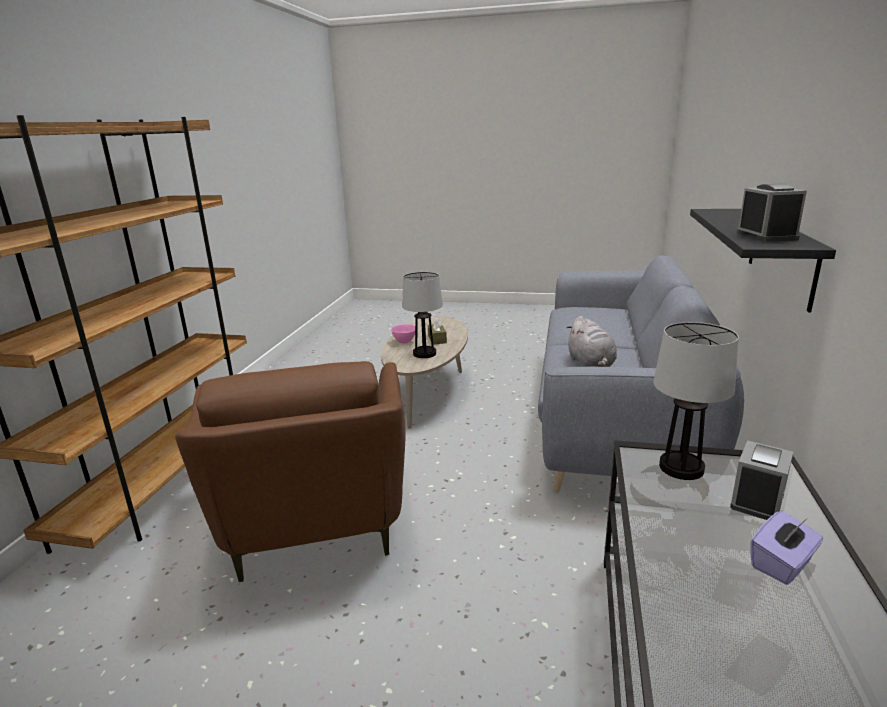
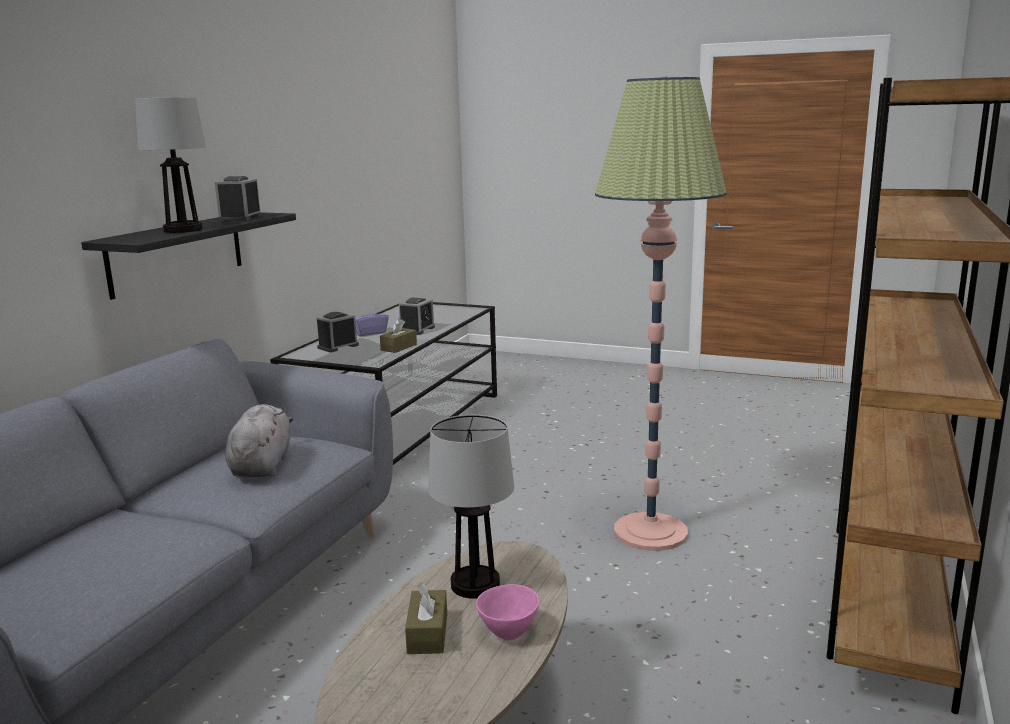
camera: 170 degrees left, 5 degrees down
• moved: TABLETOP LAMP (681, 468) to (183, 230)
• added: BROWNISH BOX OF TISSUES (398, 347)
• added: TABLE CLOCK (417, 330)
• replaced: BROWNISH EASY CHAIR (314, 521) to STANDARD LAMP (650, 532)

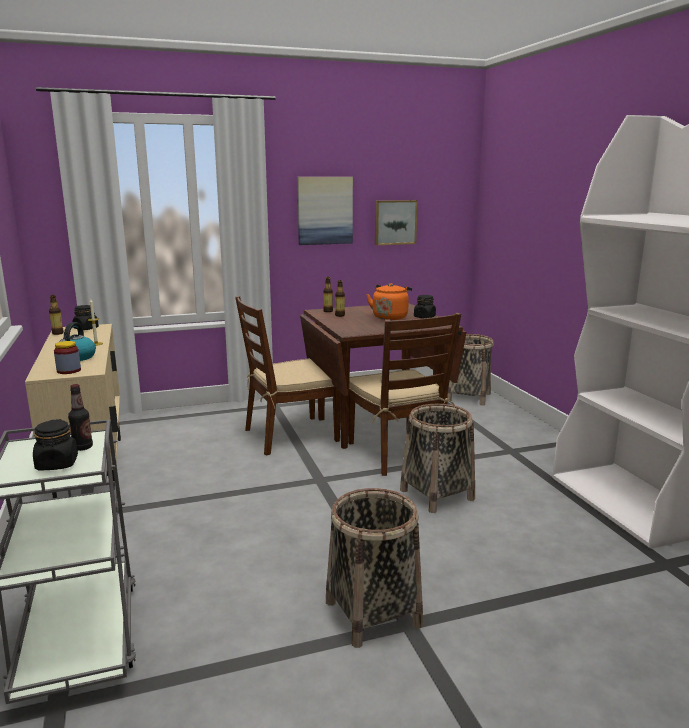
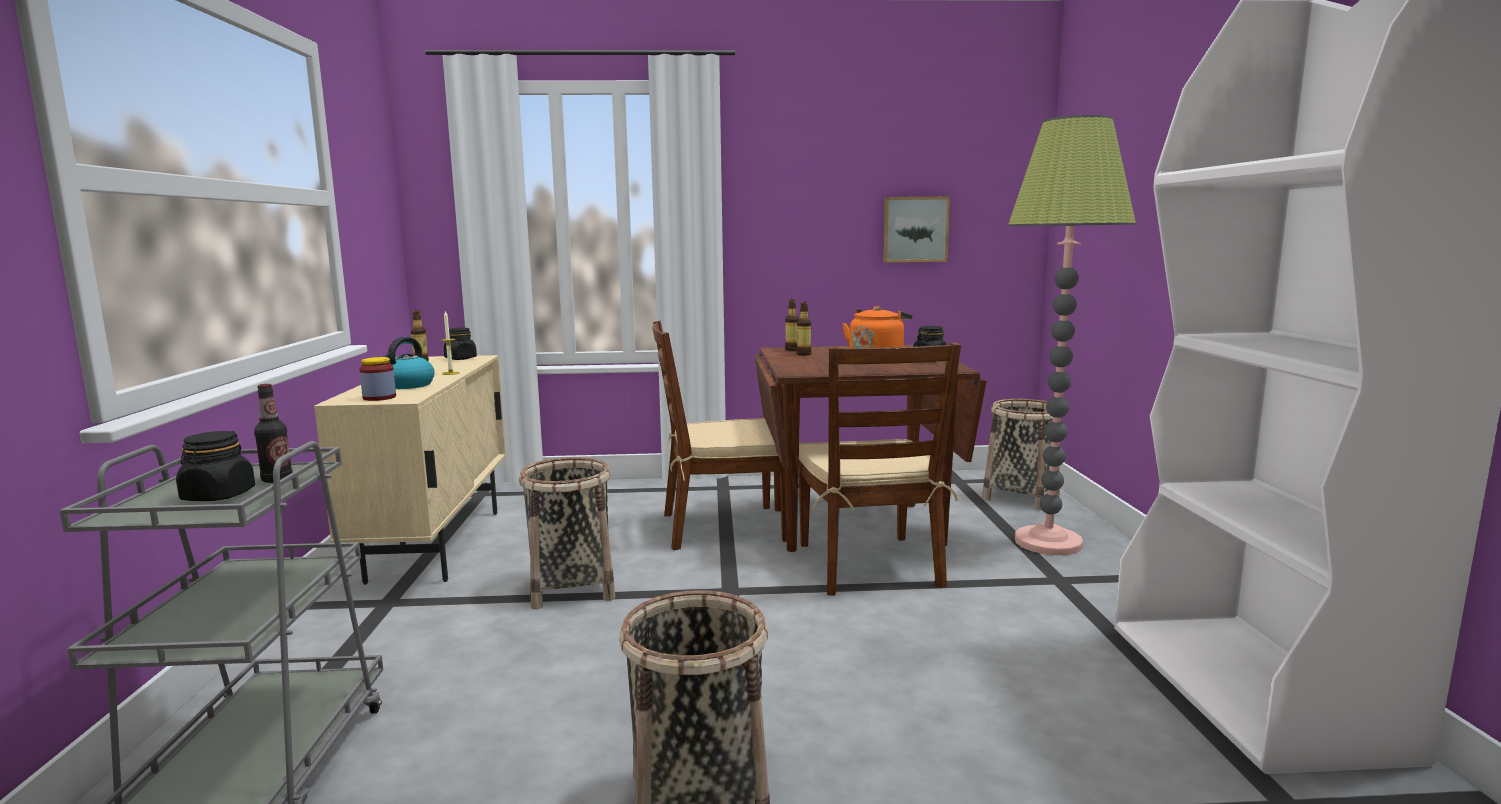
camera: 15 degrees right, 5 degrees down
• moved: HOUSEHOLD BASKET (436, 494) to (572, 588)
• added: STANDARD LAMP (1048, 542)
• removed: WALL PICTURE (325, 210)

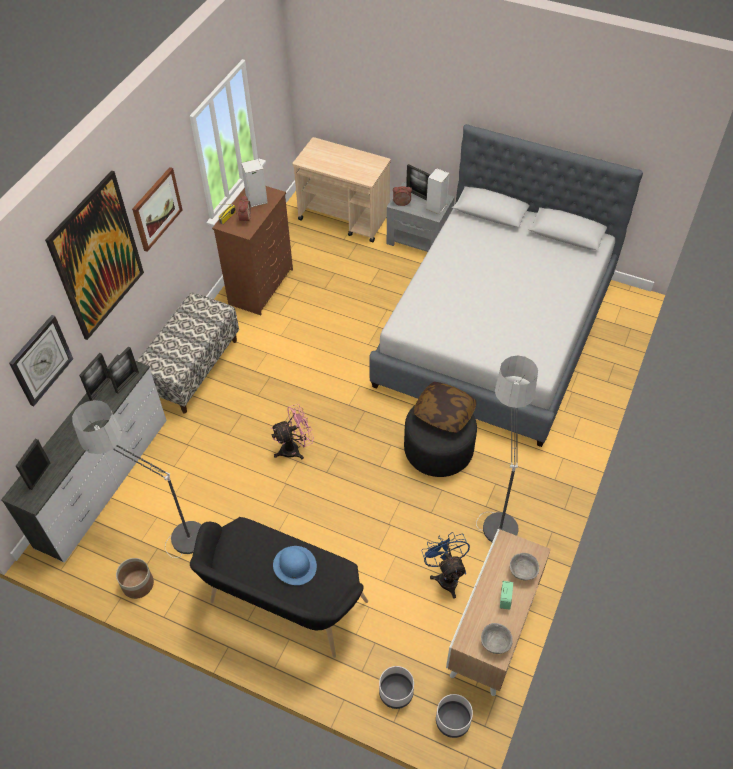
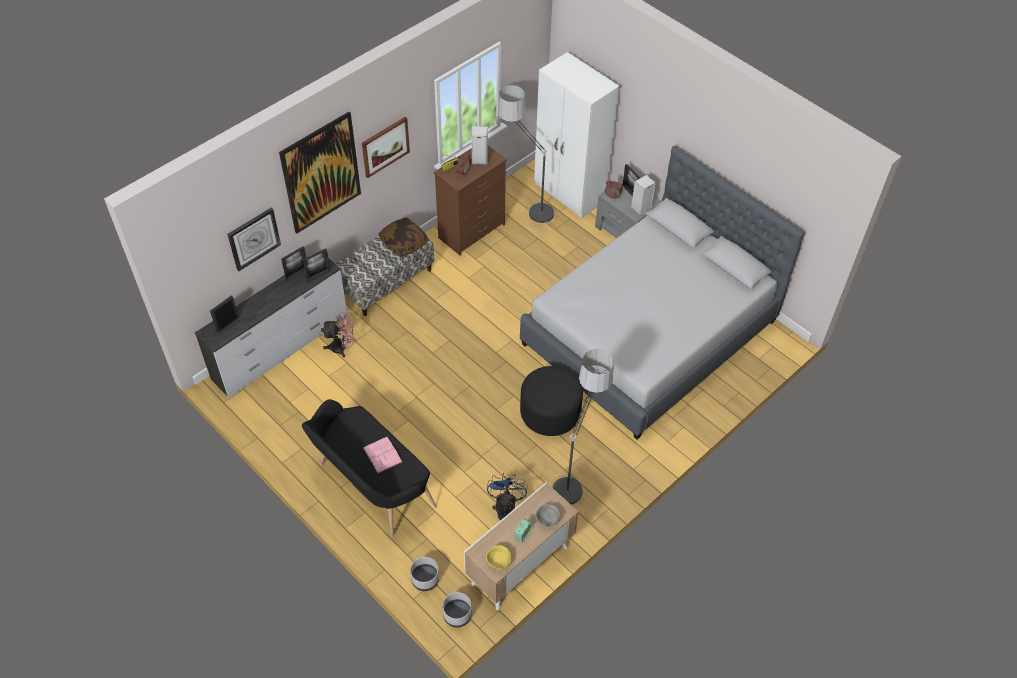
camera: 20 degrees right, 0 degrees up
• moved: PINK COOLING FAN (295, 448) to (342, 347)
• replaced: BLUISH HAT (294, 565) to PINK VOLUME (382, 454)
• moved: CUSHION (444, 413) to (404, 243)
• recoloured: GRAY SERVING BOWL (495, 643) to YELLOWISH SERVING BOWL (498, 561)
• moved: STANDARD LAMP (163, 531) to (525, 205)
• replaced: SAND-COLOURED TROLLEY (344, 218) to WHITE-COLOURED CLOTHES CUPBOARD (570, 193)
• removed: PLANT POT (138, 584)

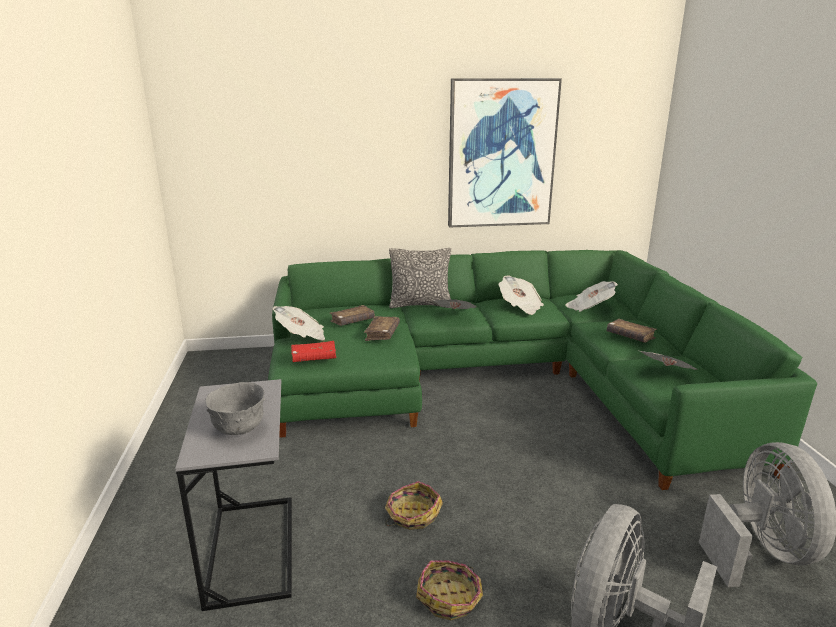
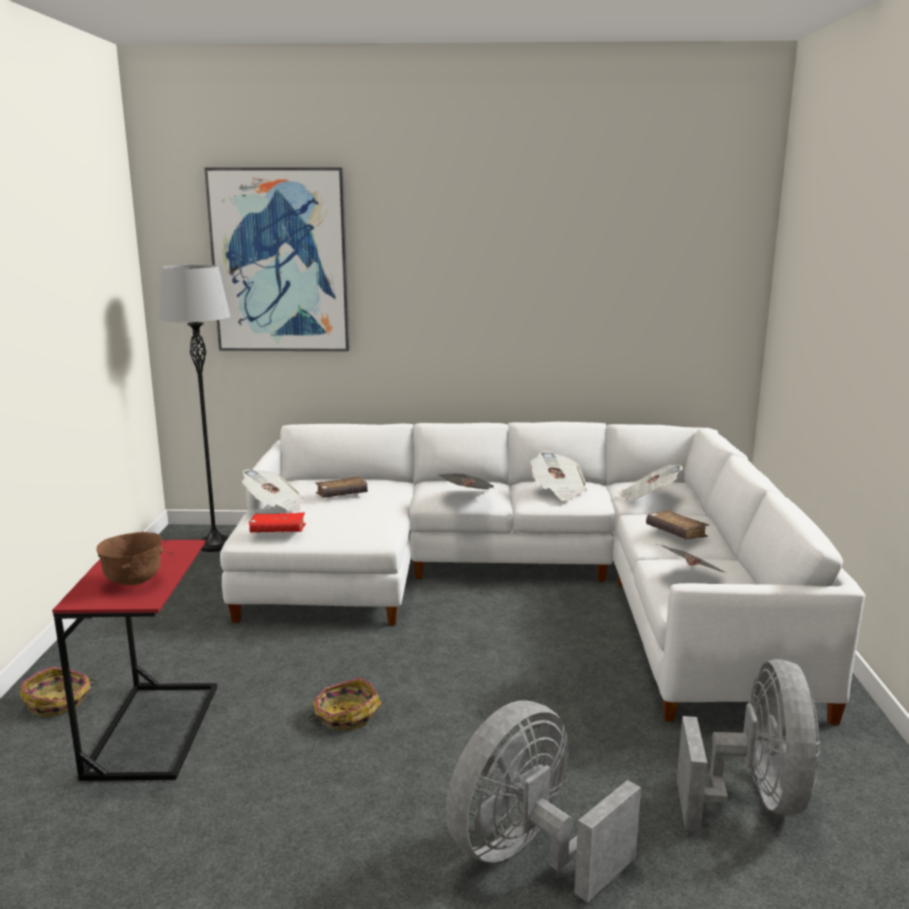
camera: 10 degrees right, 5 degrees down
• moved: HOUSEHOLD BASKET (450, 598) to (59, 702)
• recoloured: GRAY ACCENT TABLE (251, 549) to RED ACCENT TABLE (153, 729)
• recoloured: GRAY SERVING BOWL (239, 430) to BROWNISH SERVING BOWL (133, 582)
• added: GRAY STANDARD LAMP (215, 545)
• moved: WALL PICTURE (501, 154) to (281, 261)
• recoloured: GREENISH COUCH (501, 380) to WHITE-COLOURED COUCH (526, 583)
• removed: BROWNISH VOLUME (382, 334)
• removed: CUSHION (420, 304)

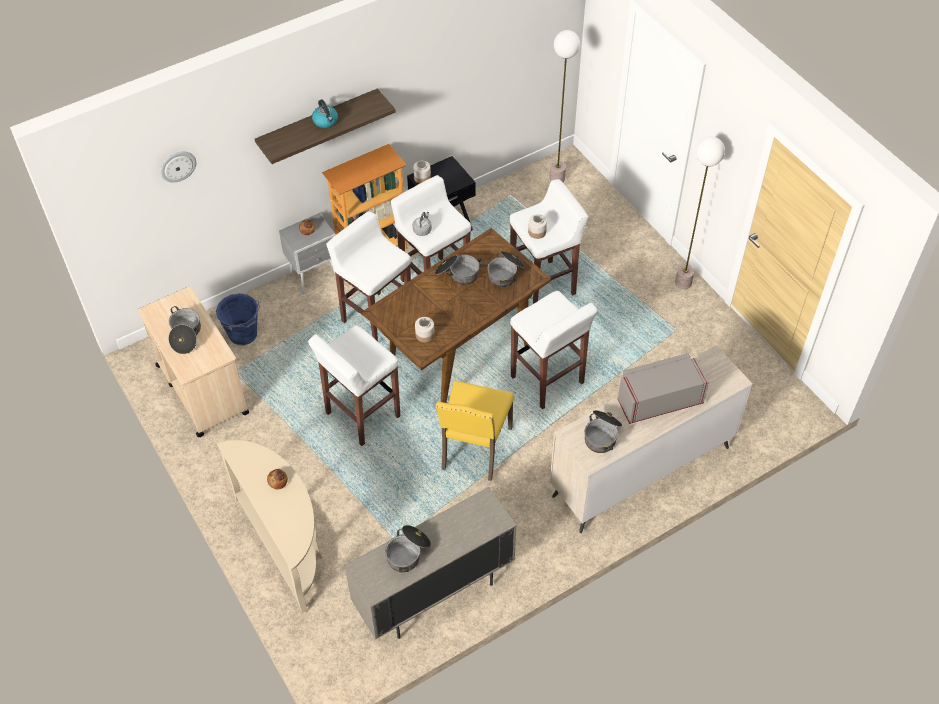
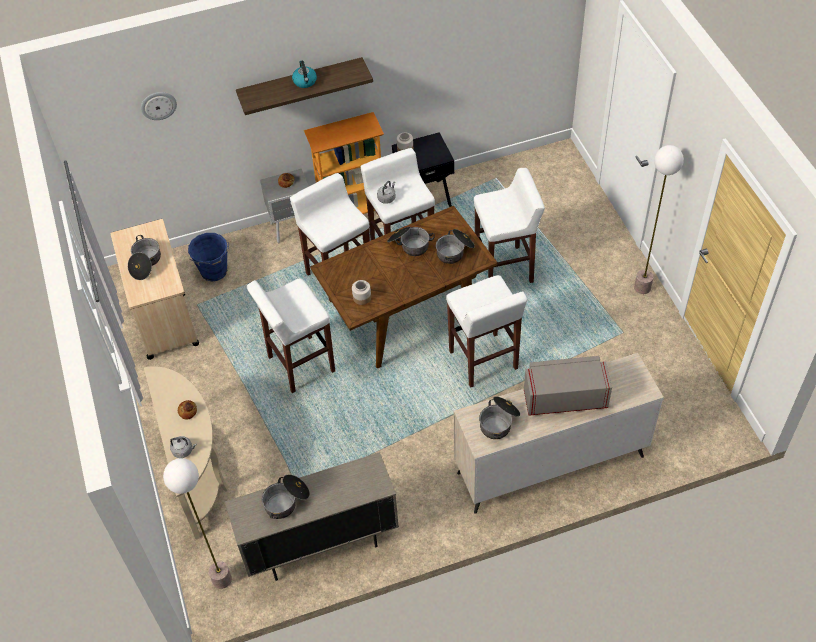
camera: 15 degrees right, 0 degrees up
• moved: STANDARD LAMP (557, 178) to (222, 579)
• added: GRAY TEA KETTLE (184, 450)
• removed: YELLOWISH PLAIN CHAIR (474, 449)
• removed: STORAGE JAR (537, 232)

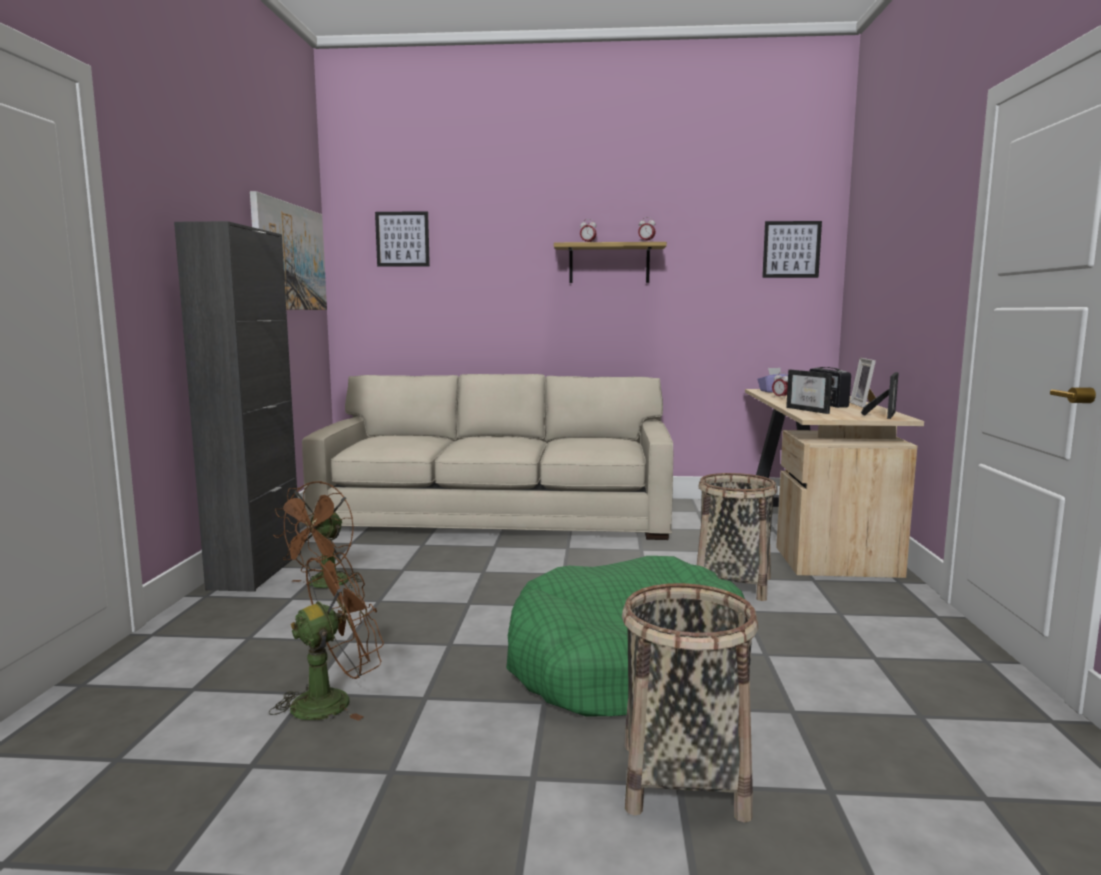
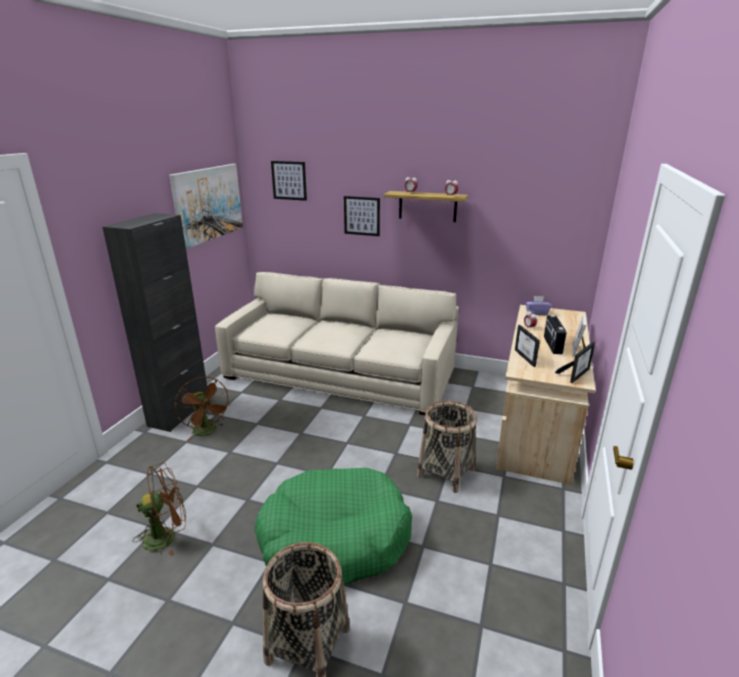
camera: 15 degrees right, 15 degrees up
• turned: BROWNISH COOLING FAN (323, 585) = (208, 432) 75 degrees counterclockwise
• moved: WALL PICTURE (791, 249) to (362, 216)

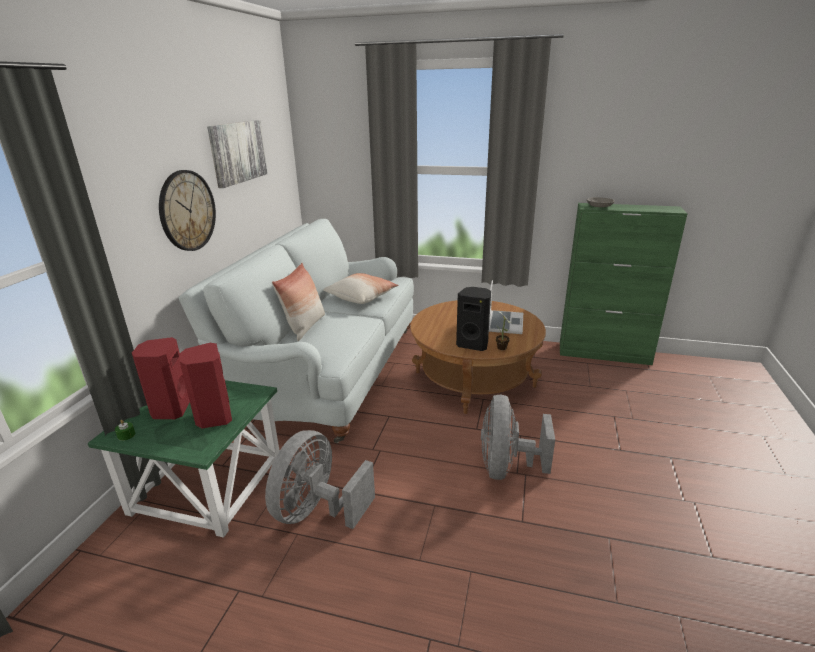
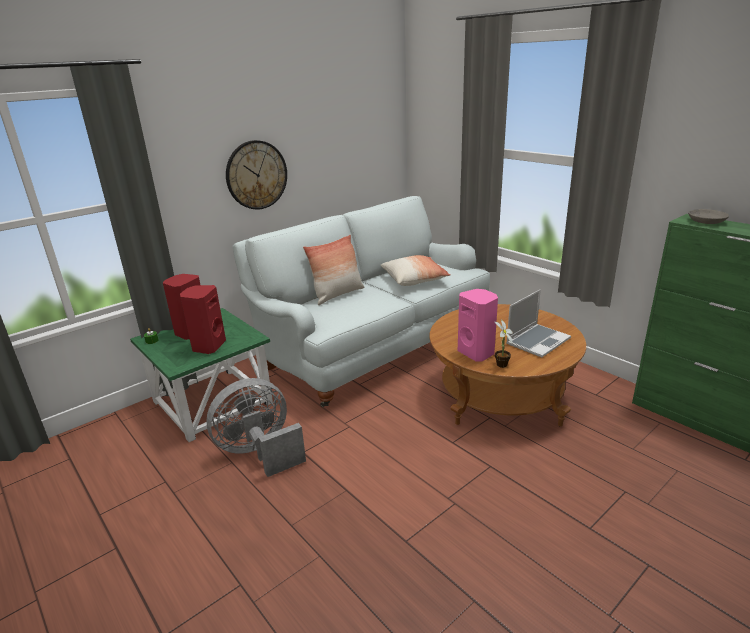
camera: 35 degrees right, 0 degrees up
• recoloured: BLACK AUDIO SPEAKER (473, 344) to PINK AUDIO SPEAKER (477, 353)
• removed: WALL PICTURE (237, 152)
• removed: GRAY COOLING FAN (506, 467)

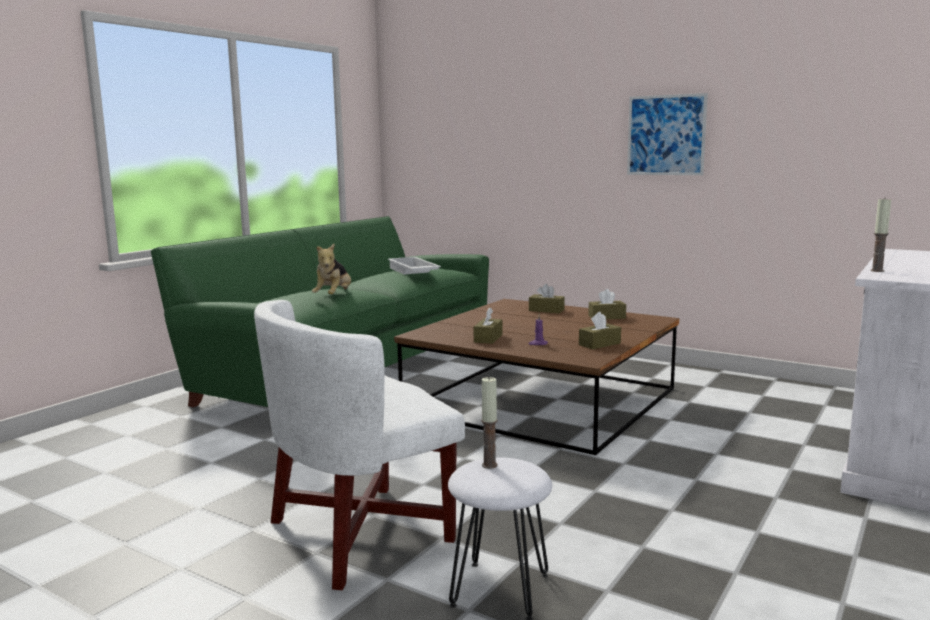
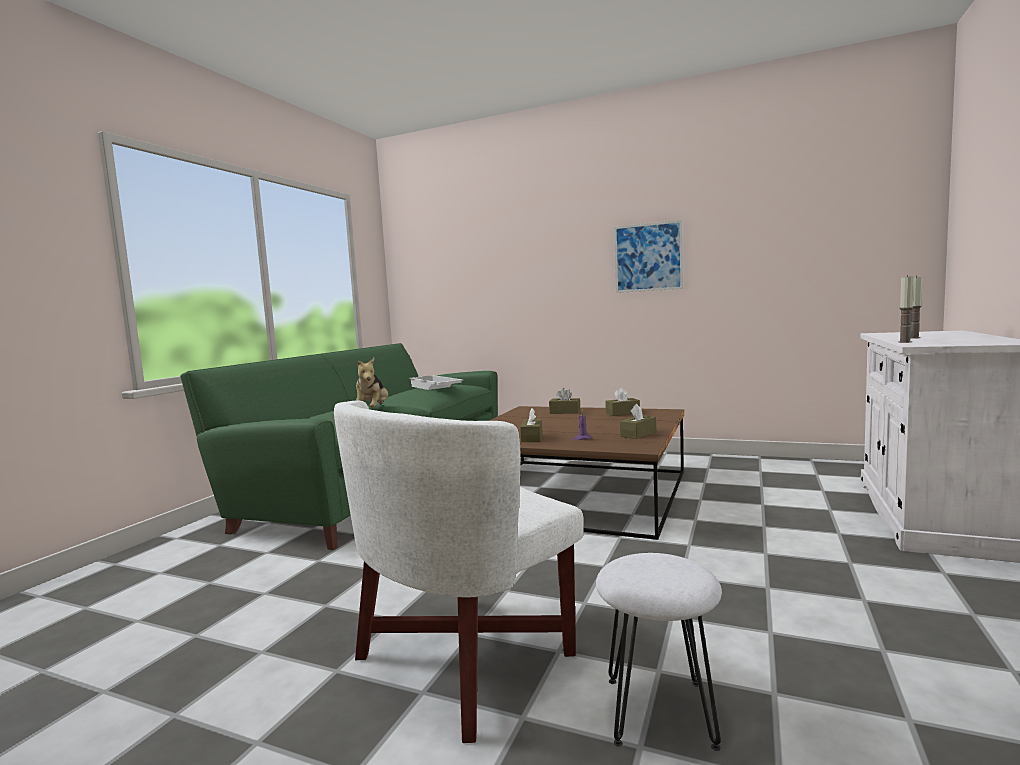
camera: 10 degrees left, 5 degrees down
• moved: CANDLE (489, 465) to (913, 338)

